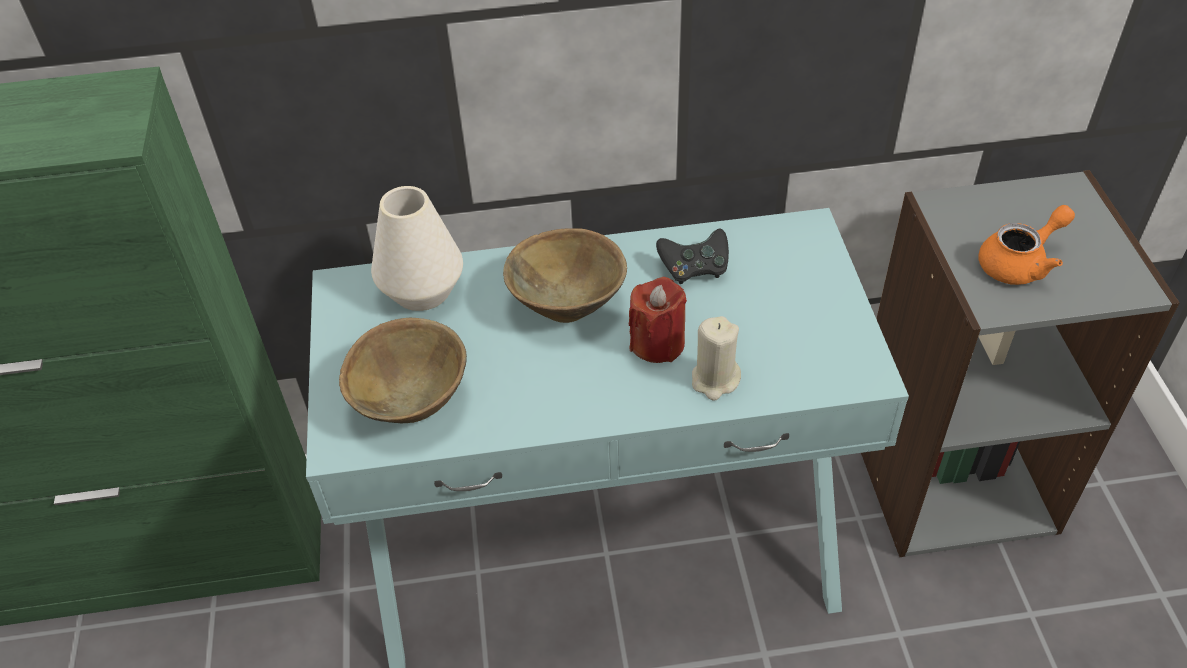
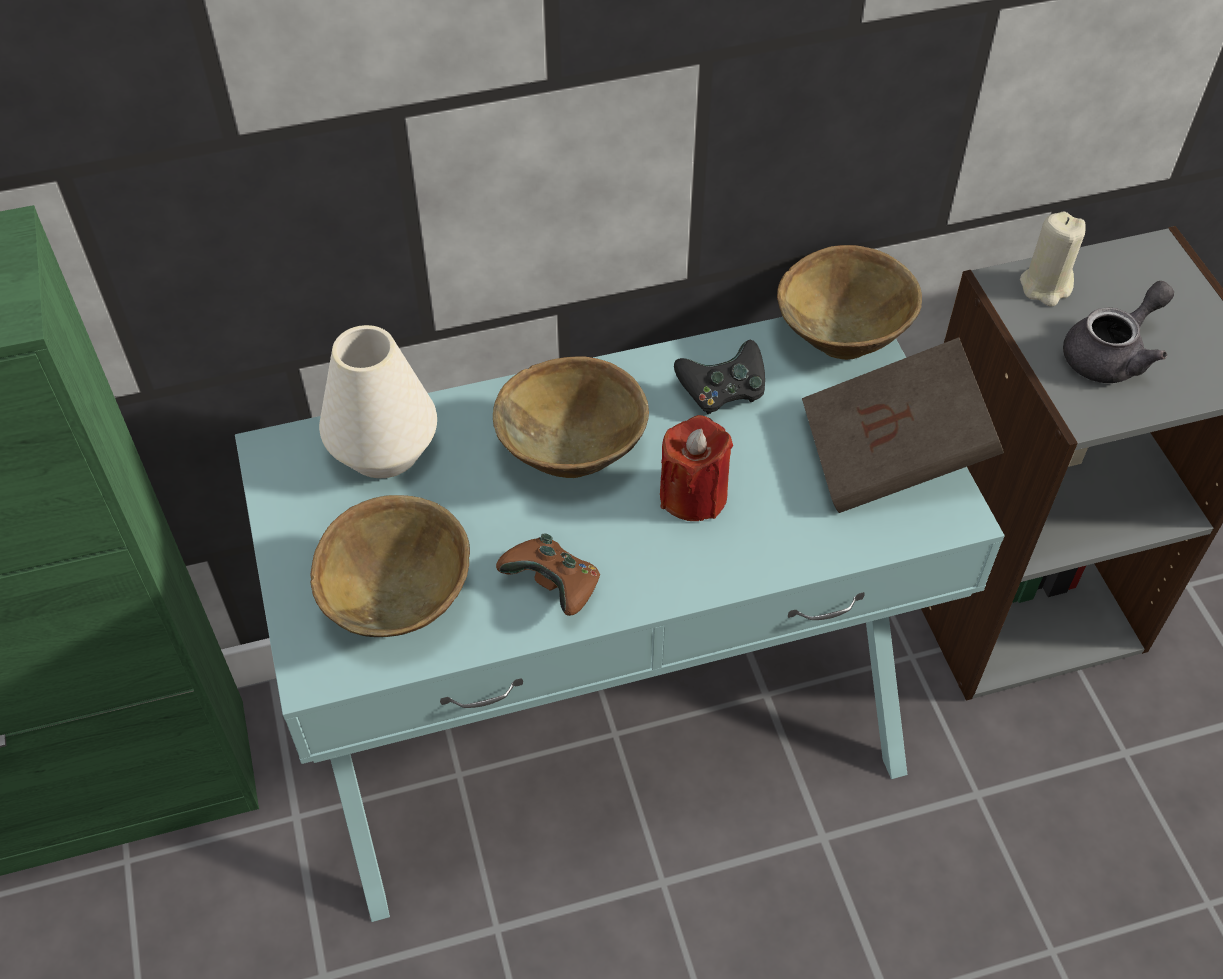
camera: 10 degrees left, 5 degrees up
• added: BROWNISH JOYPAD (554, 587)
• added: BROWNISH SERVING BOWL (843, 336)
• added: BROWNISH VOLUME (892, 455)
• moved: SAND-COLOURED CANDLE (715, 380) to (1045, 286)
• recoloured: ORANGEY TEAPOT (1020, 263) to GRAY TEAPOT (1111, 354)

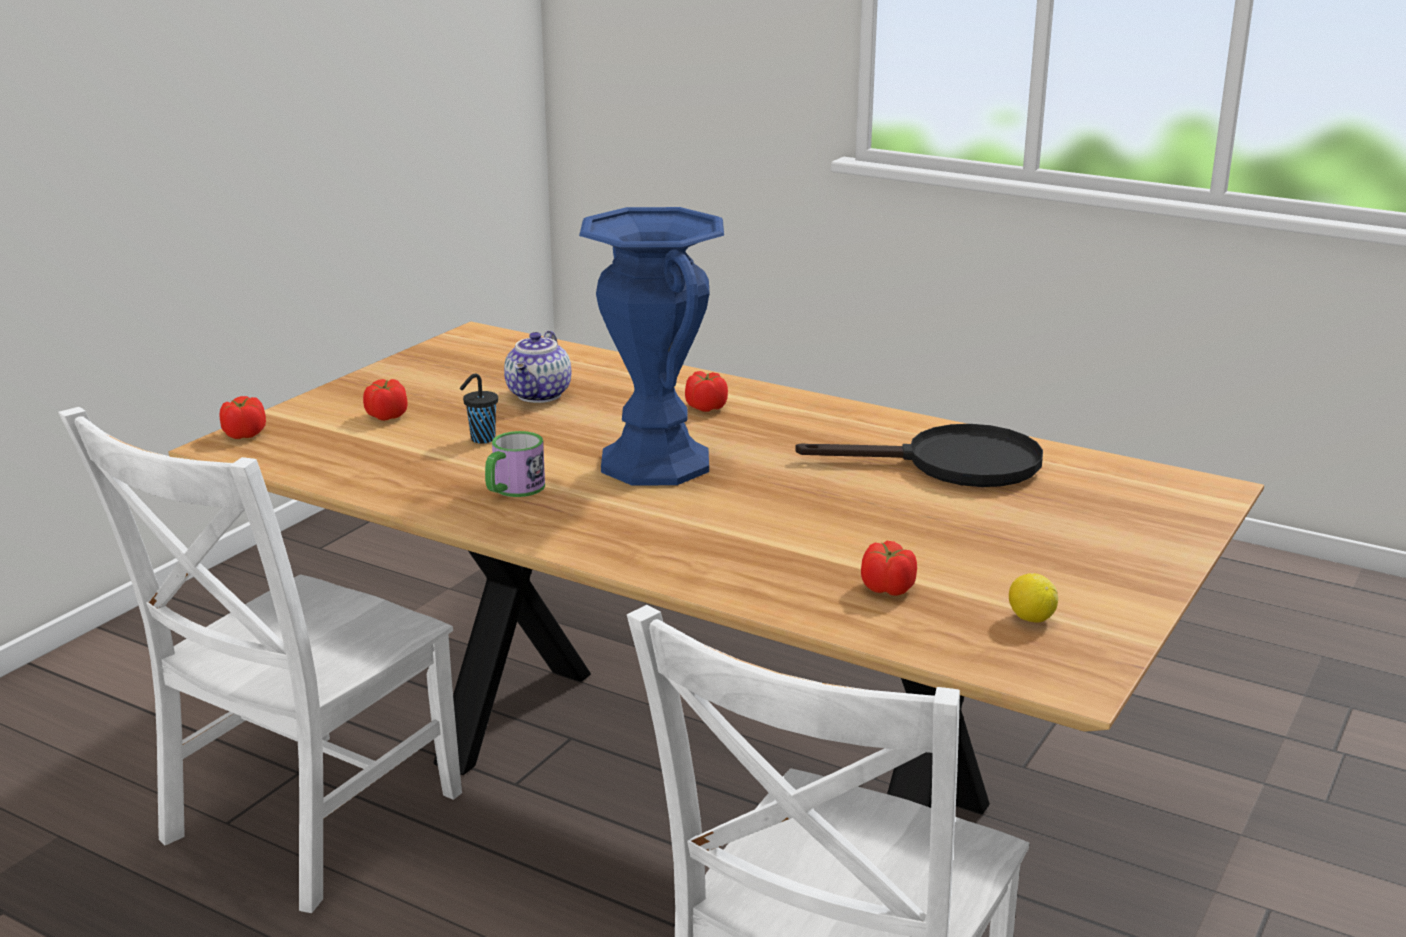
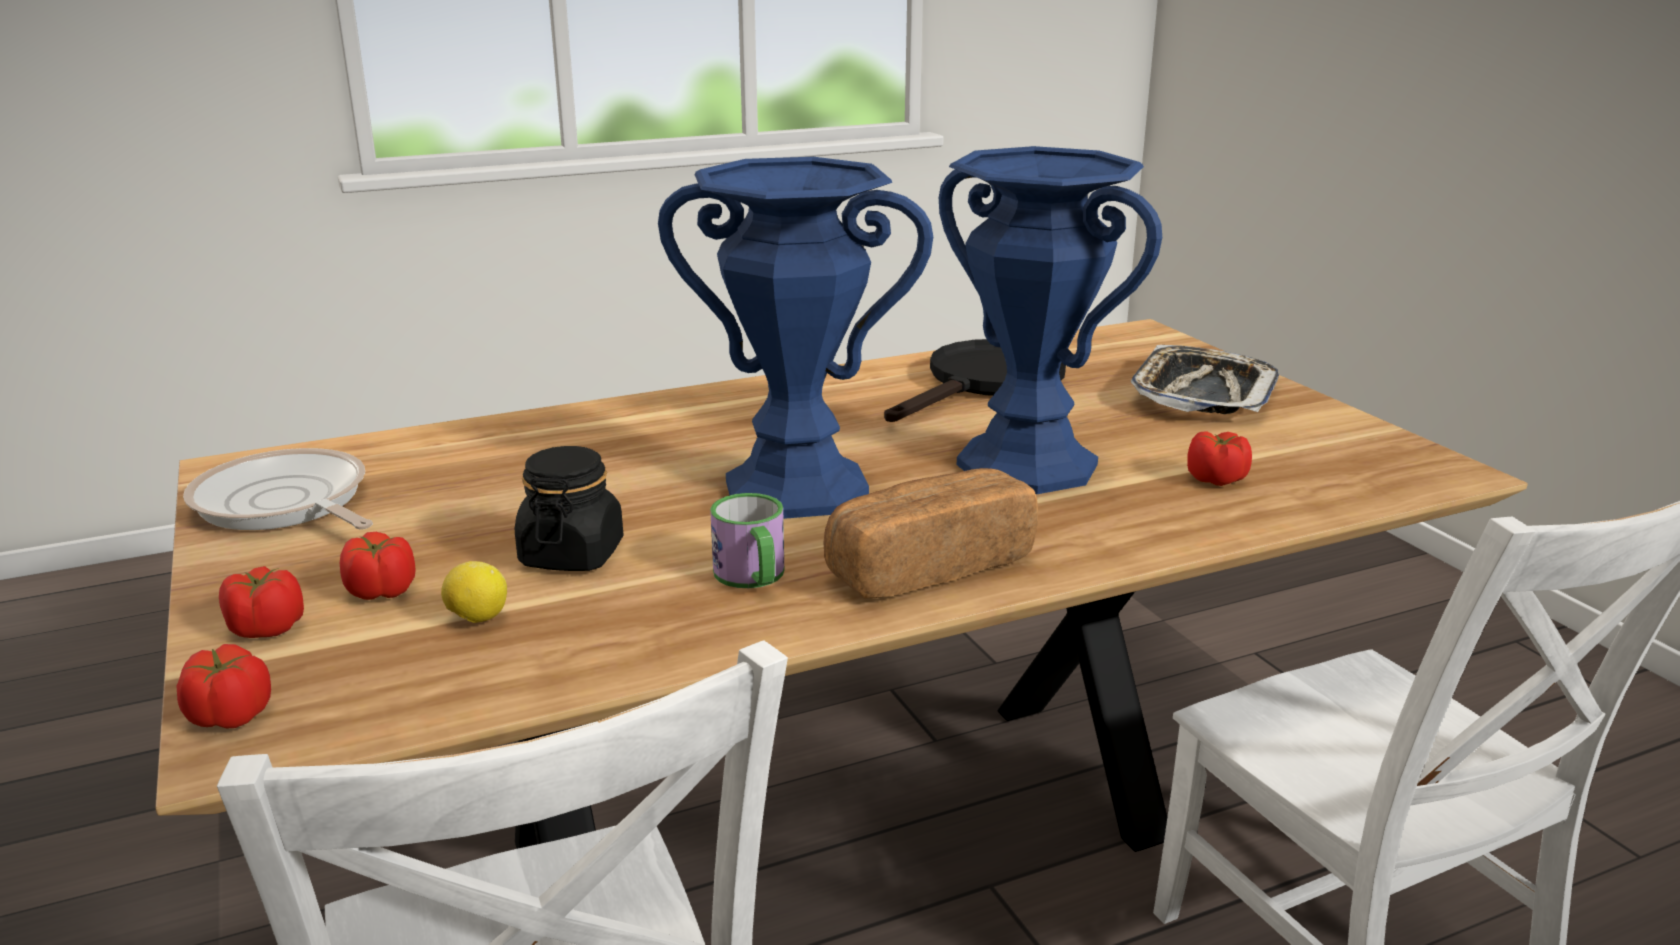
camera: 55 degrees left, 0 degrees up
• added: SKILLET (284, 504)
• moved: TOMATO (706, 407) to (266, 628)
• moved: CITRUS FRUIT (1030, 618) to (477, 618)
• replaced: BLACK SMALL CUP (481, 439) to BLACK STORAGE JAR (572, 554)
• added: BAKERY BREAD (928, 566)
• added: BLUISH FLOWER VASE (1026, 464)
• added: CARRYING TRAY (1202, 393)
• removed: TEAPOT (540, 395)

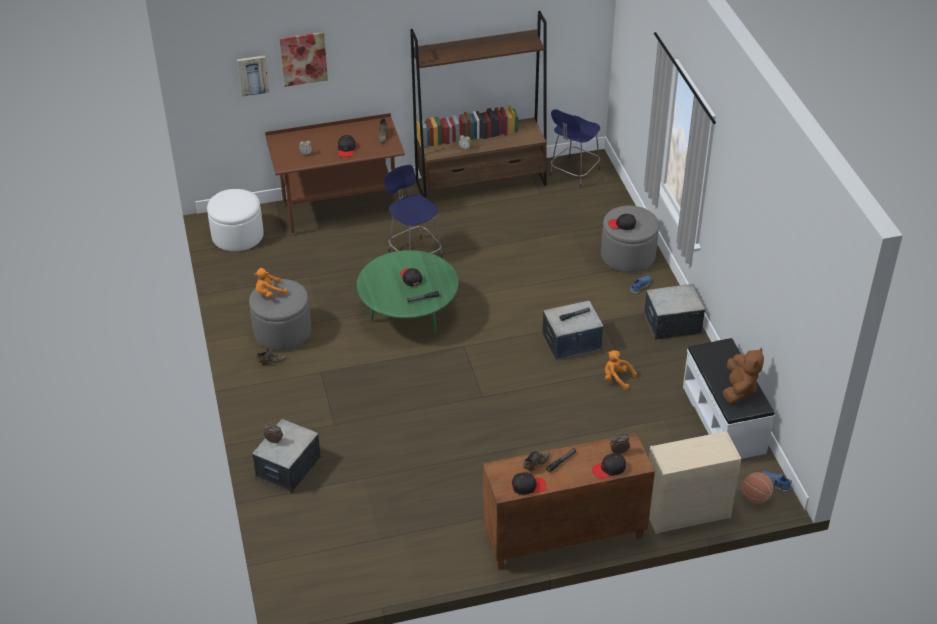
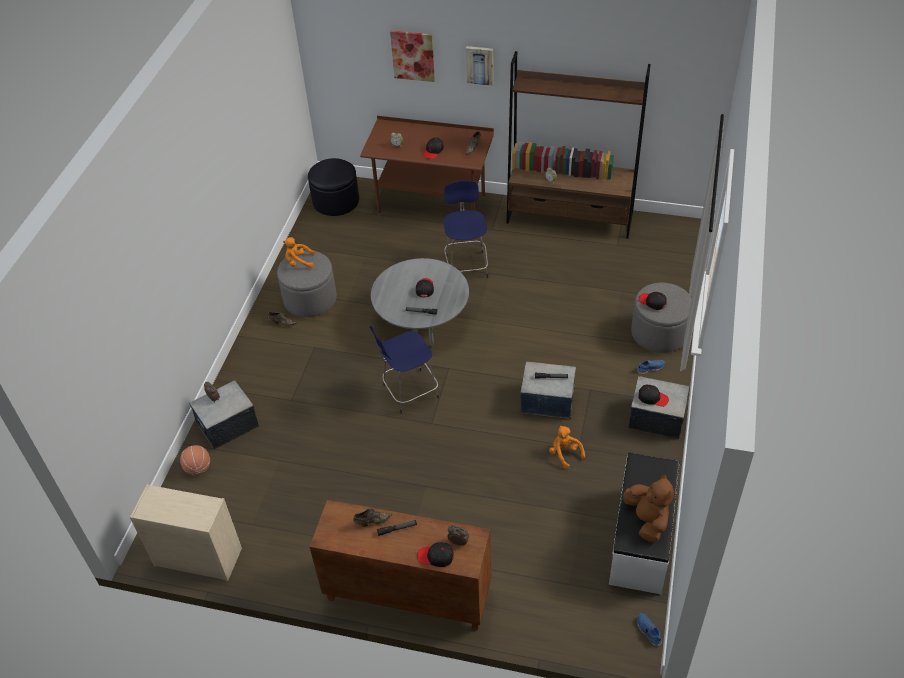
camera: 30 degrees right, 5 degrees up
• moved: SAND-COLOURED DRESSER (685, 512) to (197, 557)
• moved: BASKETBALL (755, 498) to (198, 468)
• recoloured: WHITE-COLOURED POUFFE (237, 235) to BLACK POUFFE (336, 201)
• moved: BLUISH SITTING STOOL (573, 173) to (408, 392)
• recoloured: GREENISH COFFEE TABLE (408, 315) to GRAY COFFEE TABLE (422, 321)
• moved: WALL PICTURE (253, 75) to (480, 65)
• turned: BROWNISH SOFT TOY (739, 389) = (647, 520) 60 degrees counterclockwise
• moved: BLACK PEAKED CAP (528, 486) to (652, 398)

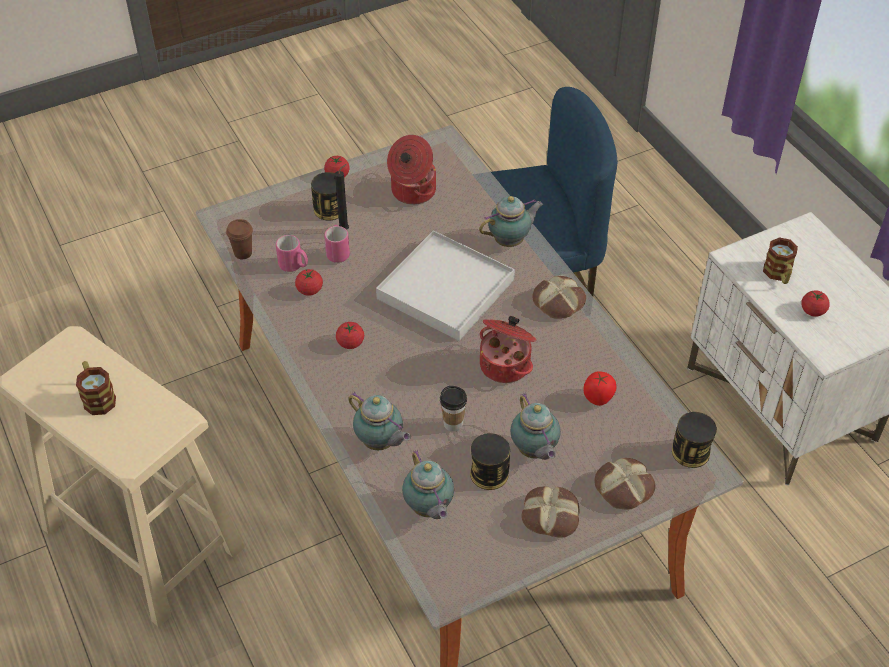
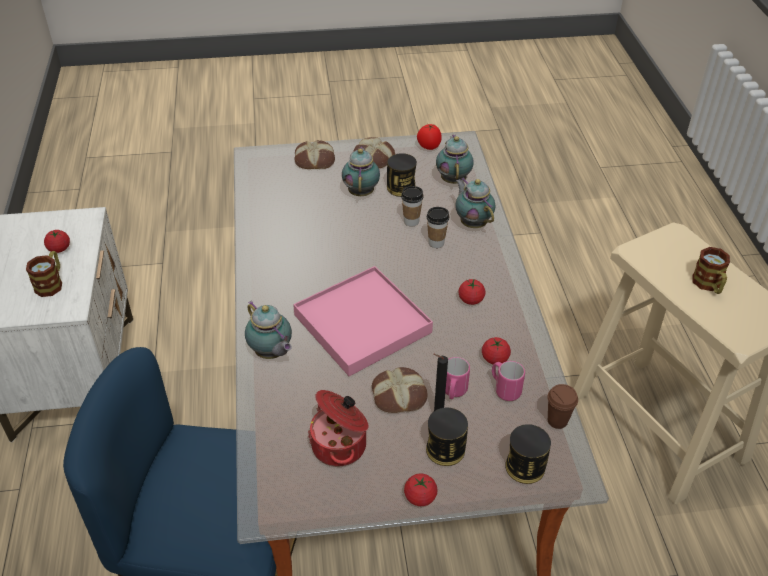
camera: 160 degrees left, 5 degrees down
• turned: TEAPOT (511, 241) = (271, 354) 120 degrees counterclockwise
• recoloured: WHITE-COLOURED CARRYING TRAY (446, 289) to PINK CARRYING TRAY (362, 323)
• moved: BAKERY BREAD (559, 302) to (399, 394)
• moved: TOMATO (598, 398) to (428, 147)
• added: SMALL CUP (436, 243)
• moved: CAN (690, 452) to (525, 467)
• removed: STOCKPOT (506, 364)

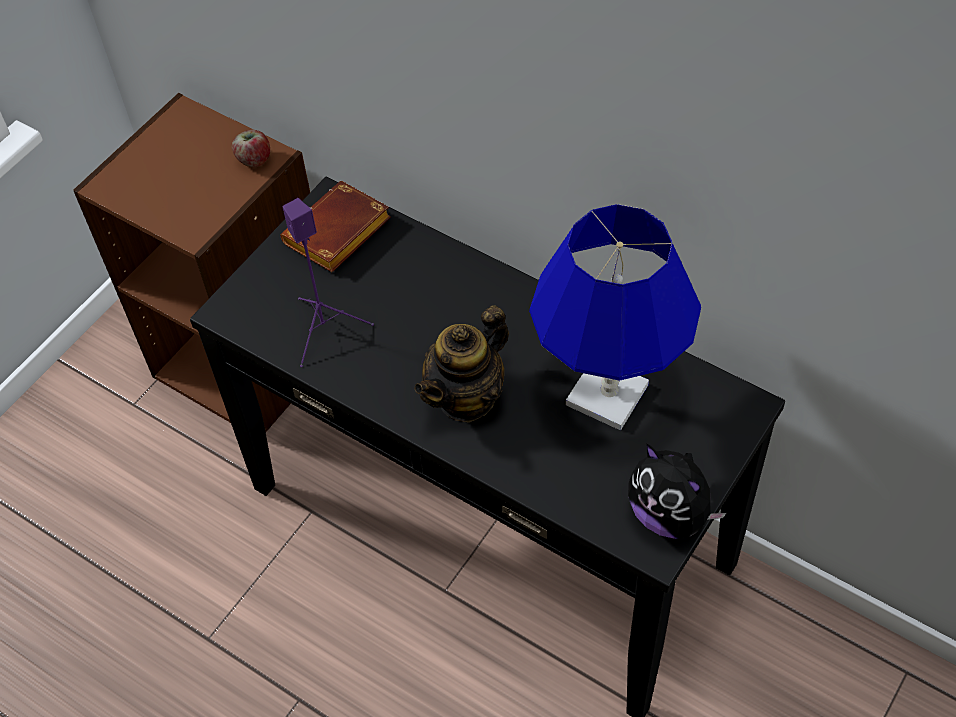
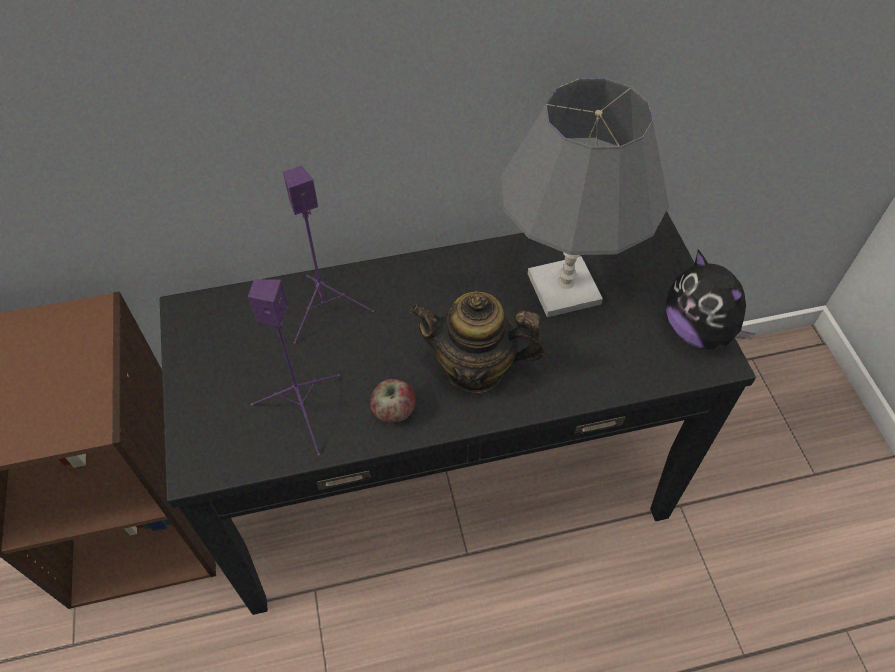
camera: 50 degrees left, 0 degrees up
• added: PURPLISH AUDIO SPEAKER (326, 309)
• moved: APPLE FRUIT (254, 159) to (393, 411)
• turned: TEAPOT (467, 397) = (475, 368) 105 degrees clockwise
• recoloured: BLUISH TABLETOP LAMP (608, 395) to GRAY TABLETOP LAMP (564, 288)
• turned: SOFT TOY (670, 514) = (698, 331) 60 degrees clockwise
• removed: BROWNISH VOLUME (337, 235)

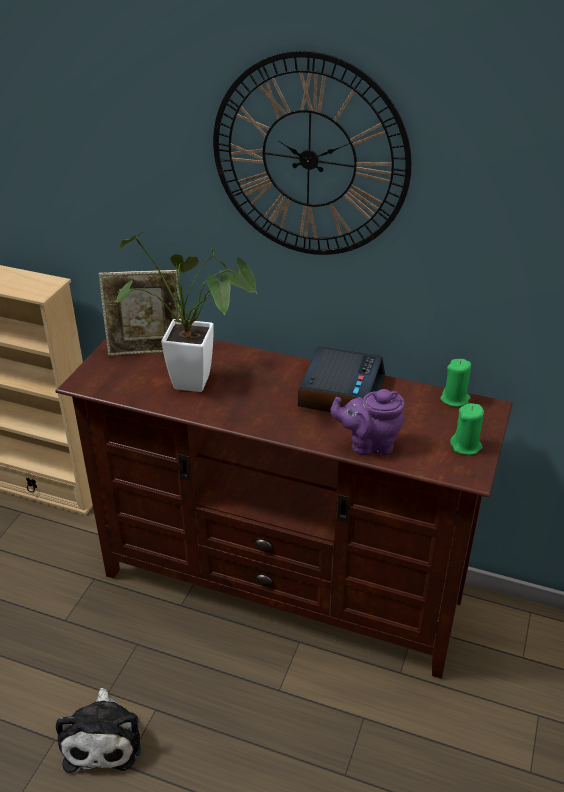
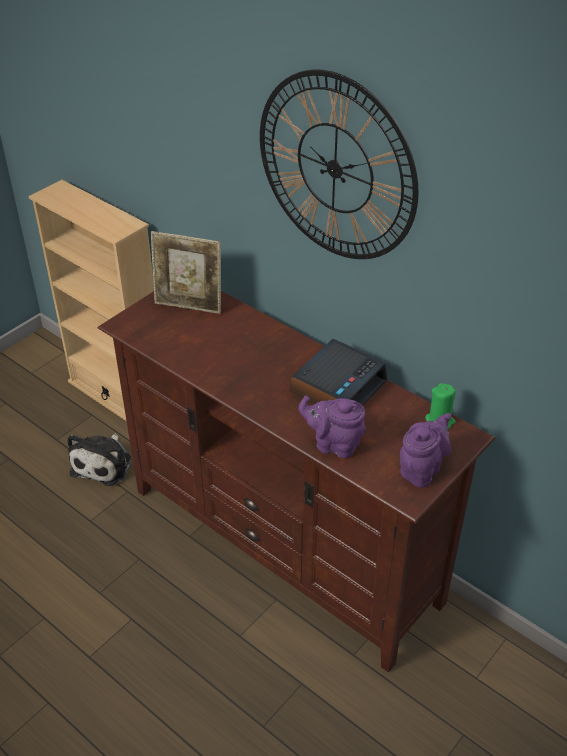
camera: 20 degrees right, 5 degrees up
• moved: SOFT TOY (103, 737) to (103, 463)
• replaced: GREENISH CANDLE (466, 446) to PURPLISH TEAPOT (422, 469)
• removed: HOUSEPLANT (200, 384)

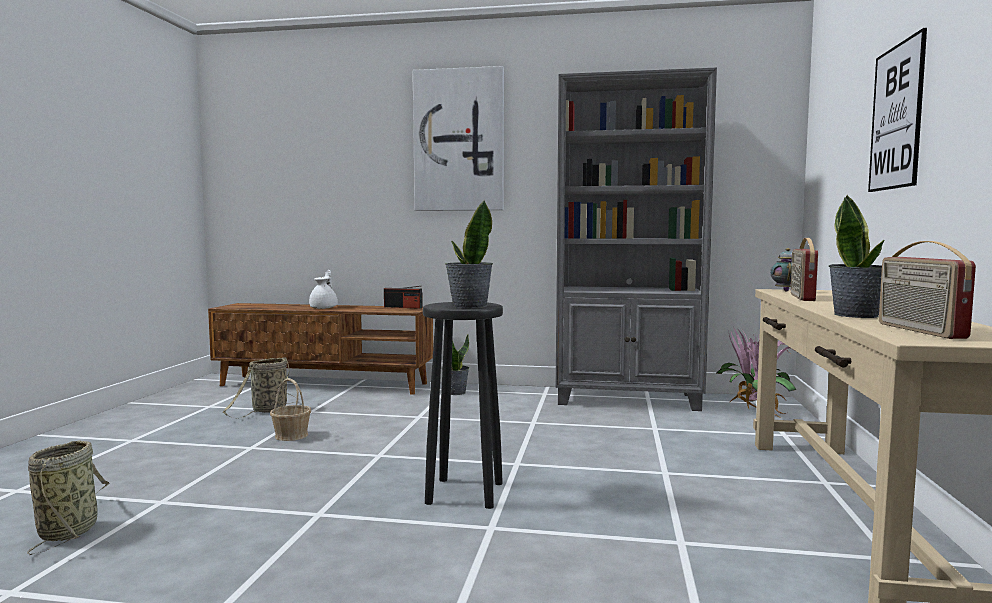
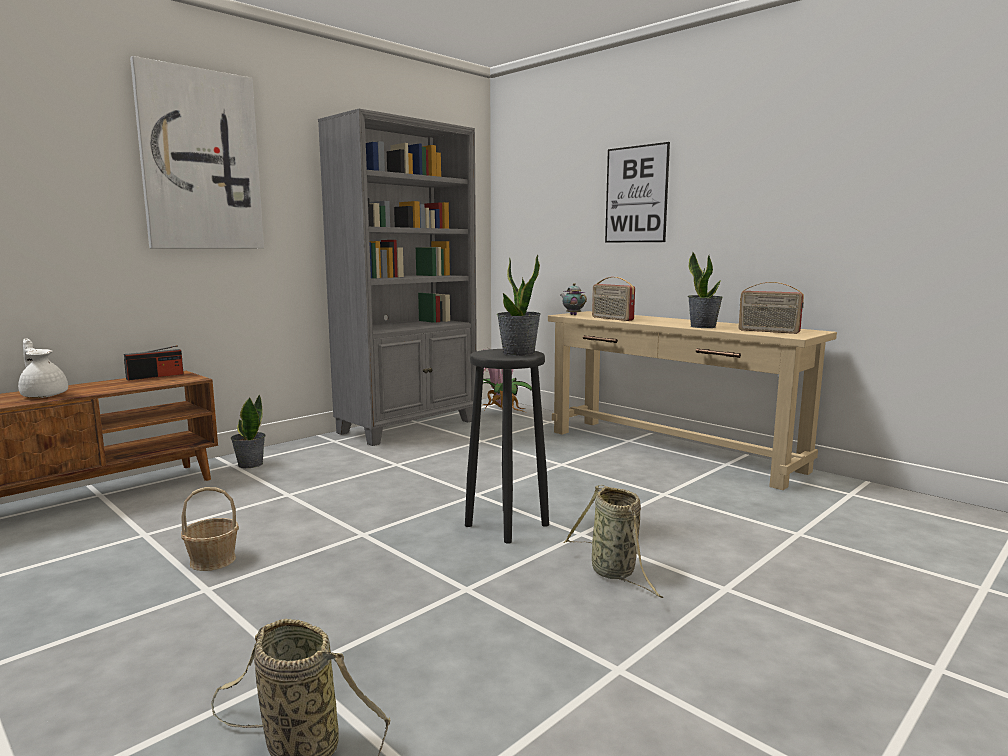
camera: 55 degrees left, 5 degrees up
• moved: HOUSEHOLD BASKET (267, 411) to (615, 573)

